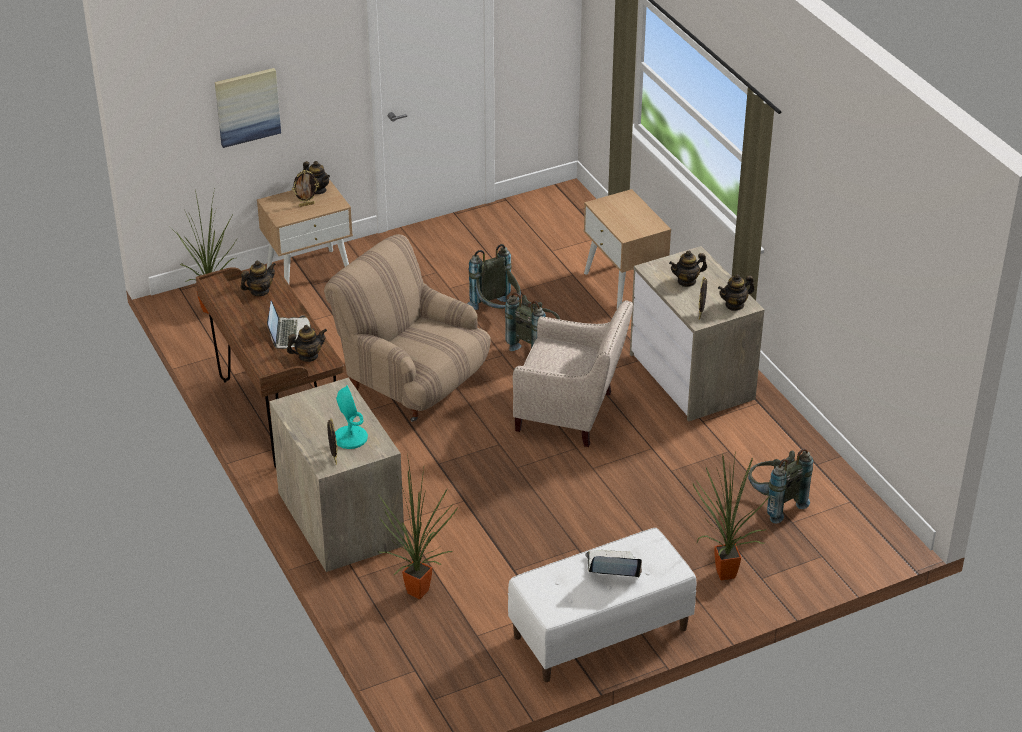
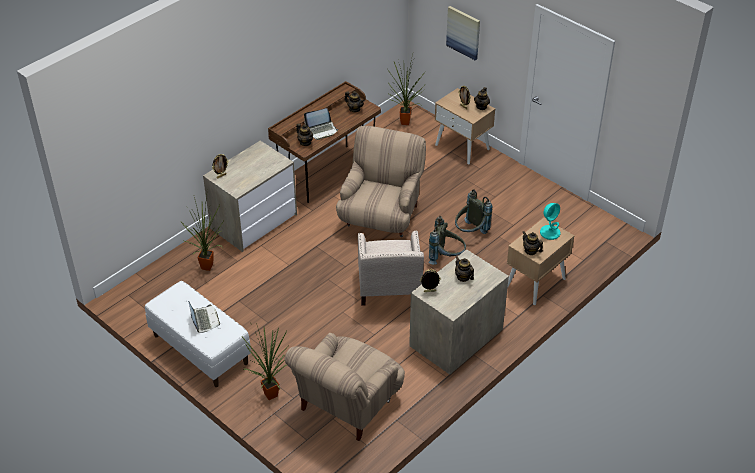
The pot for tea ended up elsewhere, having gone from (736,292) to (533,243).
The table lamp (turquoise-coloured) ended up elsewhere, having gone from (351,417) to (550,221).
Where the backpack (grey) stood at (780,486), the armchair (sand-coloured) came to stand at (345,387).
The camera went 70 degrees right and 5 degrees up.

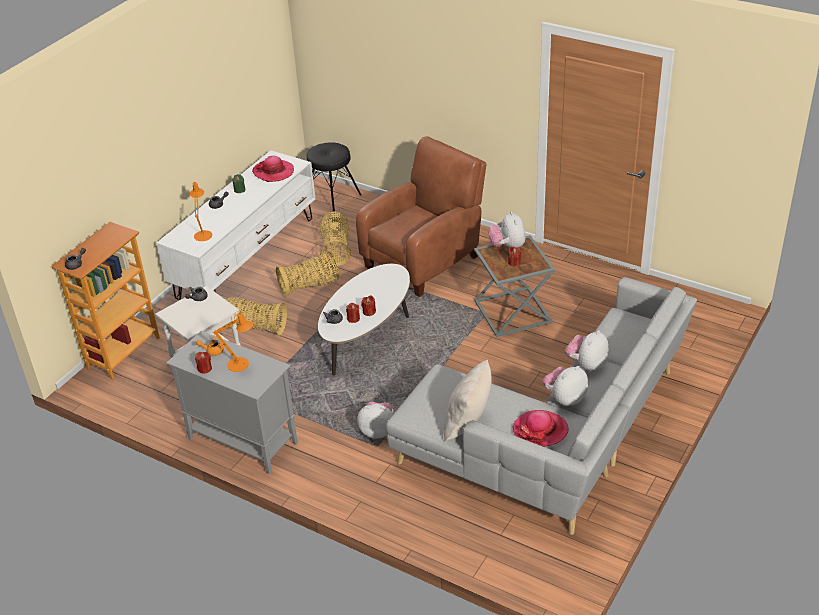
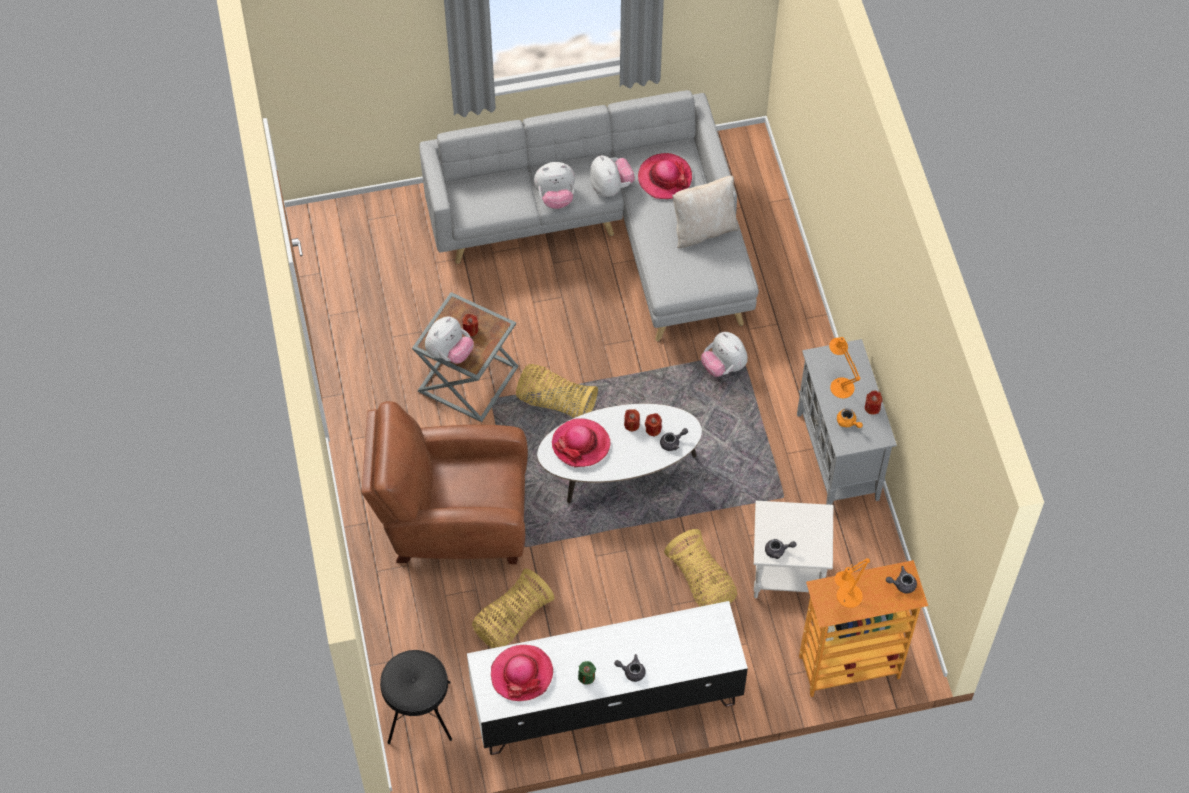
The table lamp (orangey) ended up elsewhere, having gone from (201,211) to (852,583).
The household basket ended up elsewhere, having gone from (307,275) to (557,391).
The plush toy at (565,386) ended up facing another way, 120 degrees counterclockwise from before.
The second view gained the clothing hat at (581,442).
The camera went 135 degrees left and 20 degrees up.

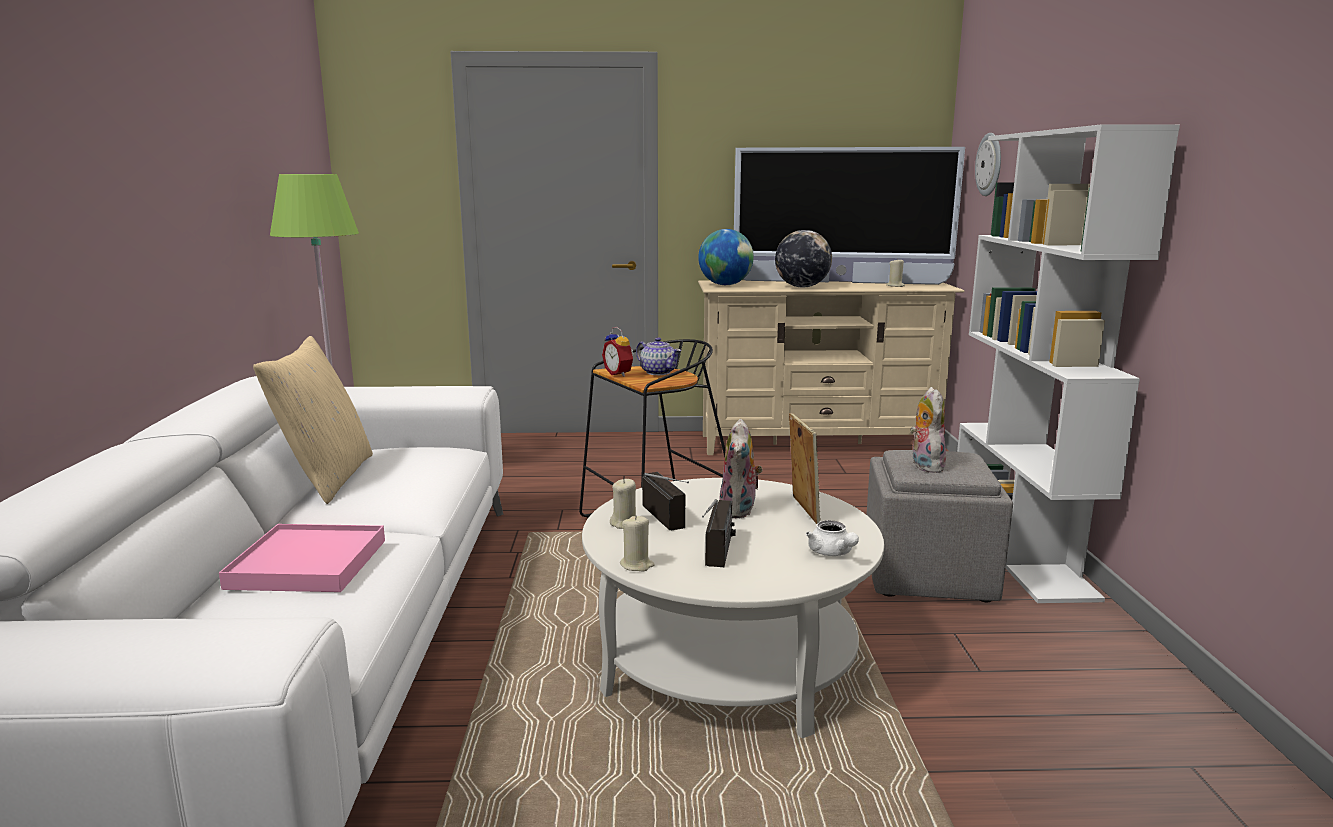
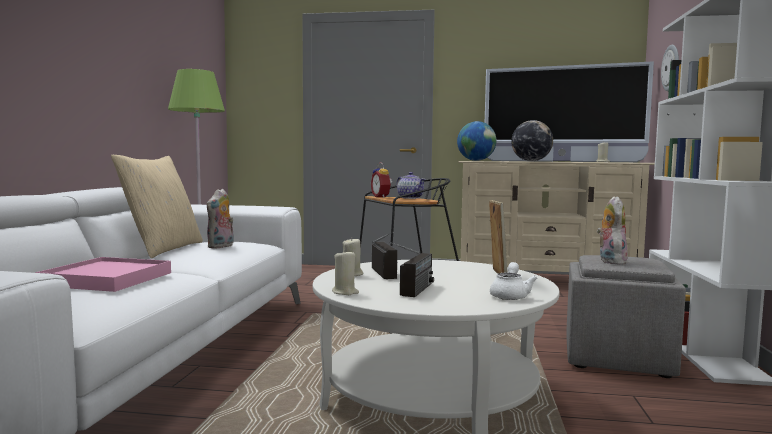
The plush toy ended up elsewhere, having gone from (741,469) to (220,219).
The pot for tea (whitish) at (832,538) ended up facing another way, 150 degrees counterclockwise from before.
The camera went 10 degrees right and 10 degrees down.

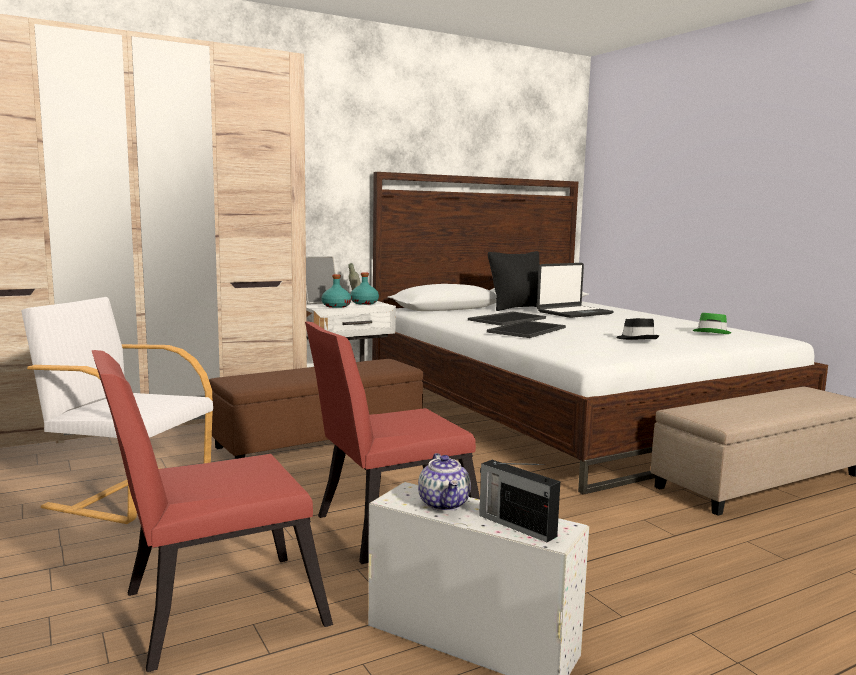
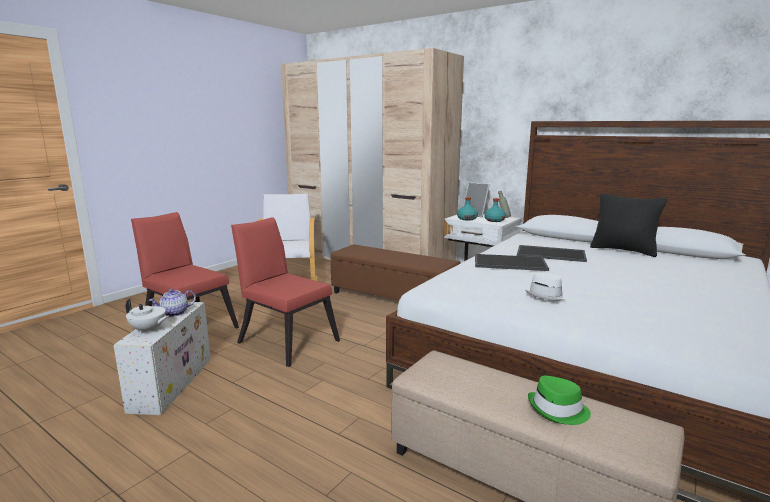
The second view lost the portable computer at (575,290).
The clothing hat (green-coloured) ended up elsewhere, having gone from (712,323) to (559,400).
What was the clothing hat (black) at (637,329) turned into the clothing hat (whitish) at (546,287).
Where the radio stood at (519,501), the pot for tea (whitish) came to stand at (147,316).
The camera went 65 degrees right and 5 degrees up.

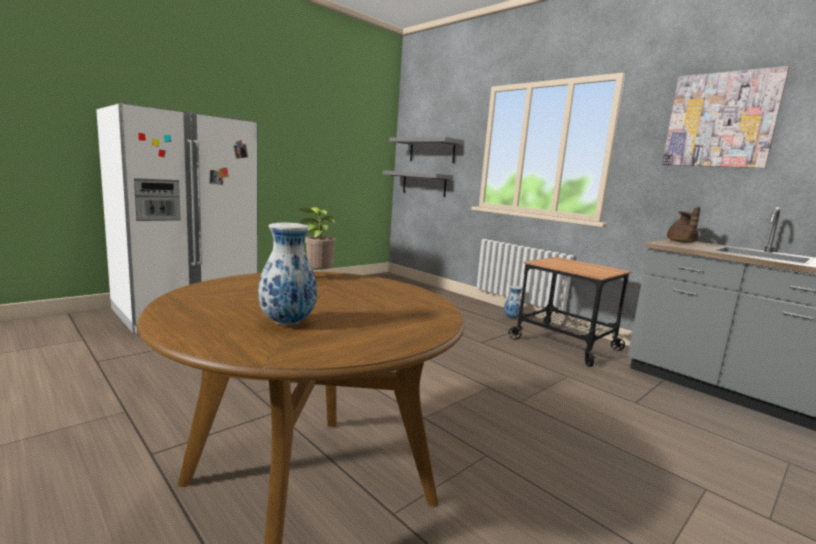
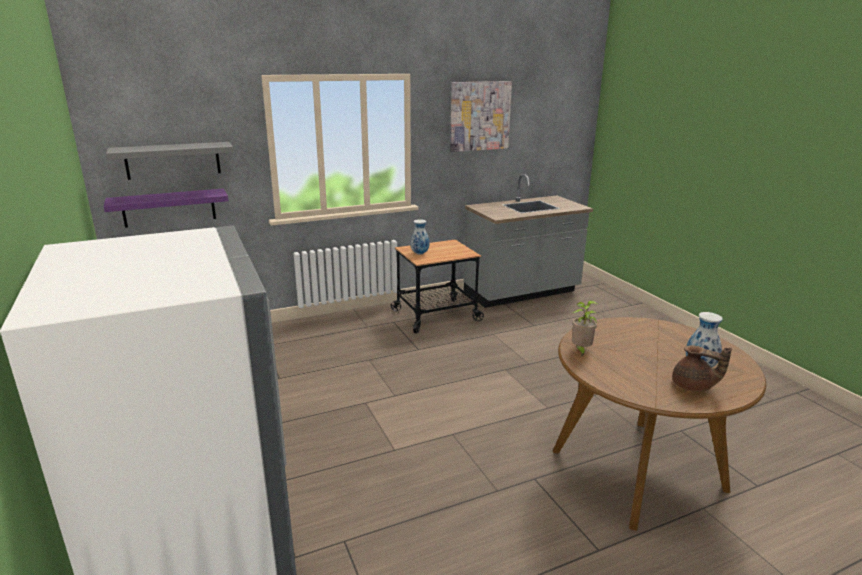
What was the wall shelf (grey) at (418,183) turned into the wall shelf (purple) at (165,208).
The pot for tea (brown-coloured) ended up elsewhere, having gone from (683,225) to (702,368).
The vase ended up elsewhere, having gone from (513,302) to (420,236).
The camera went 70 degrees left and 10 degrees up.

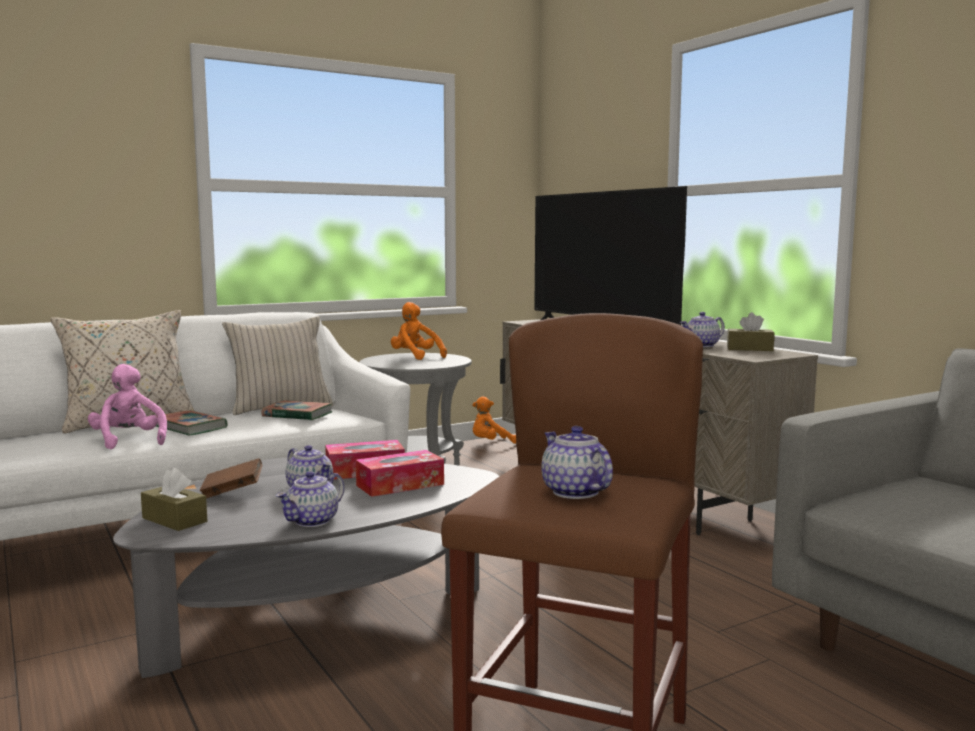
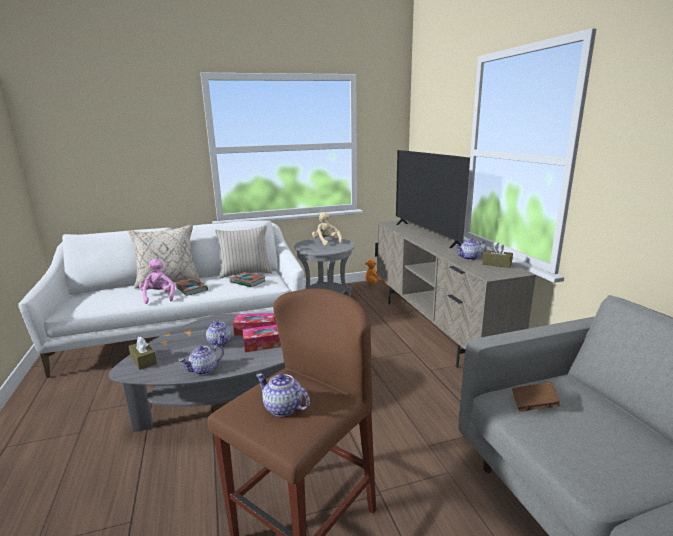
What was the plush toy (orangey) at (419,331) turned into the plush toy (sand-coloured) at (327,229).
The pot for tea at (577,462) ended up facing another way, 45 degrees counterclockwise from before.
The volume (brown-coloured) ended up elsewhere, having gone from (231,478) to (536,397).
The camera went 15 degrees right and 10 degrees up.

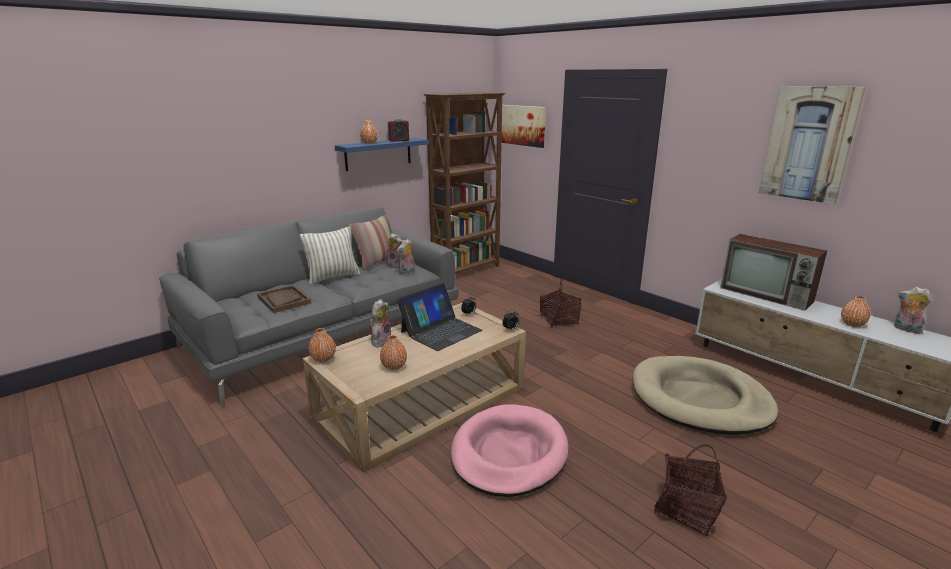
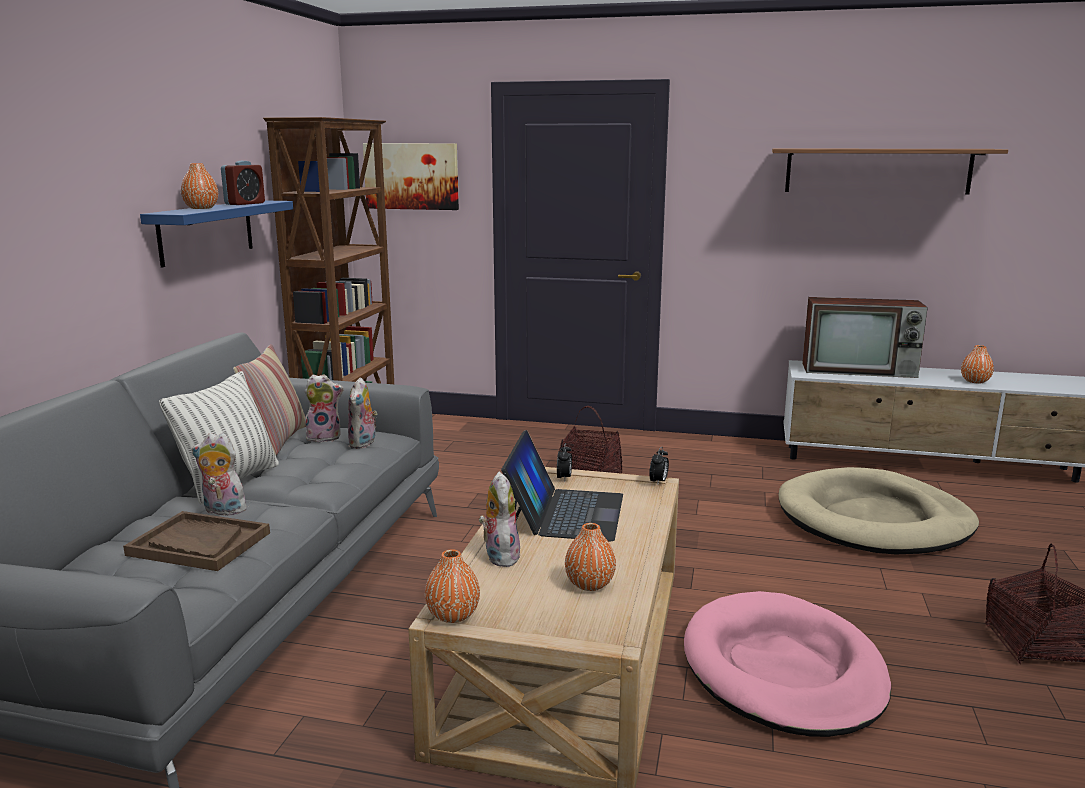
Where the wall art hung at (812,145), the wall shelf came to hang at (890,171).
The plush toy ended up elsewhere, having gone from (912,310) to (220,474).
The camera went 35 degrees left and 5 degrees down.

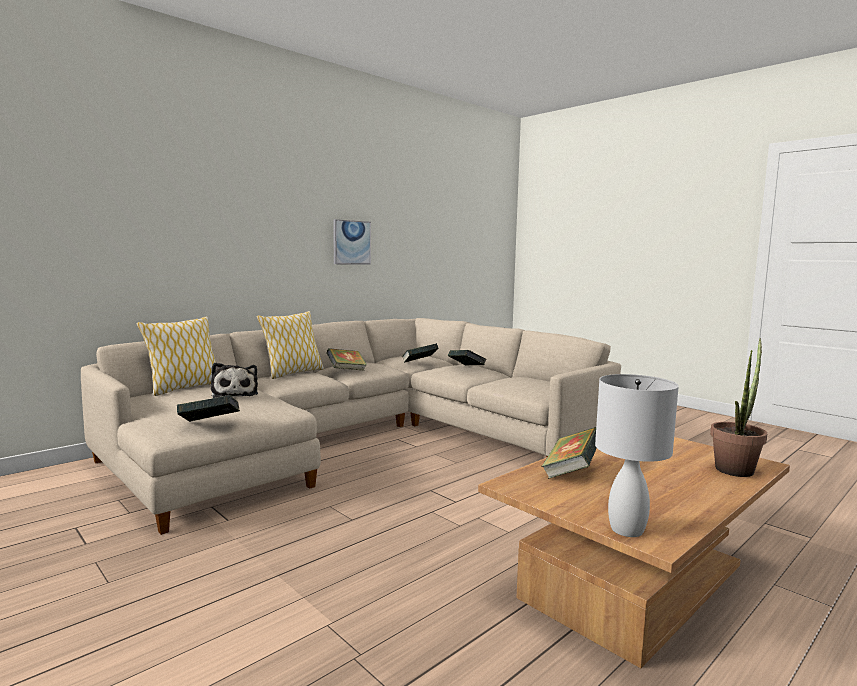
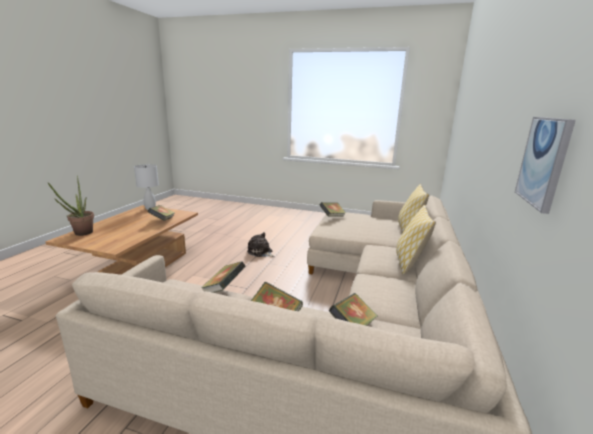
The volume ended up elsewhere, having gone from (347,359) to (223,277).
The plush toy ended up elsewhere, having gone from (234,380) to (261,244).
The camera went 150 degrees right and 10 degrees up.

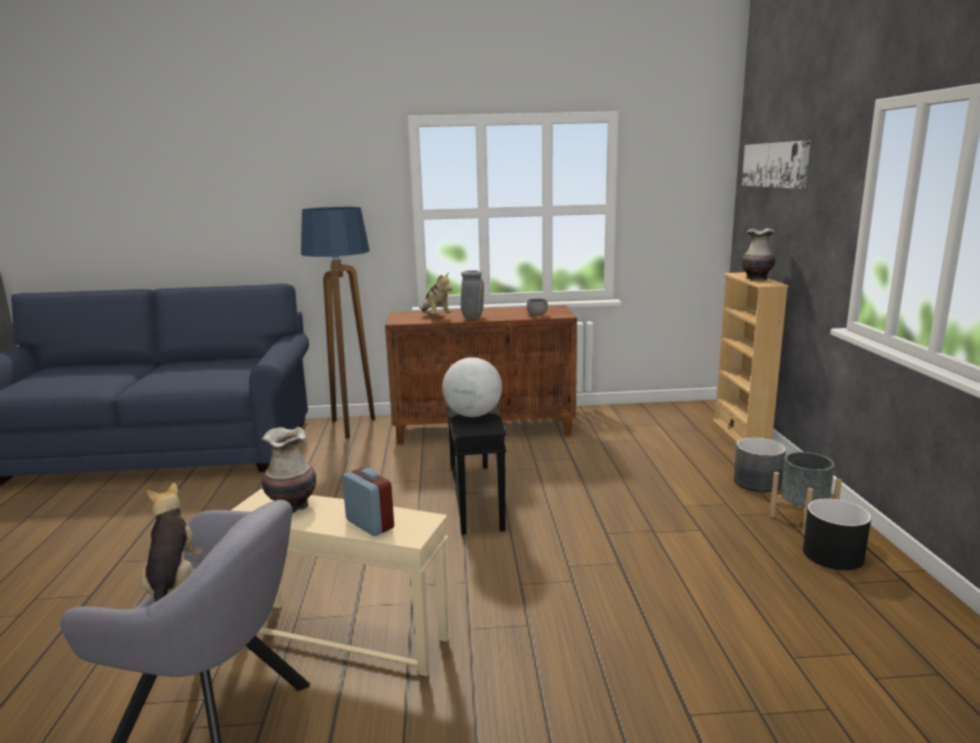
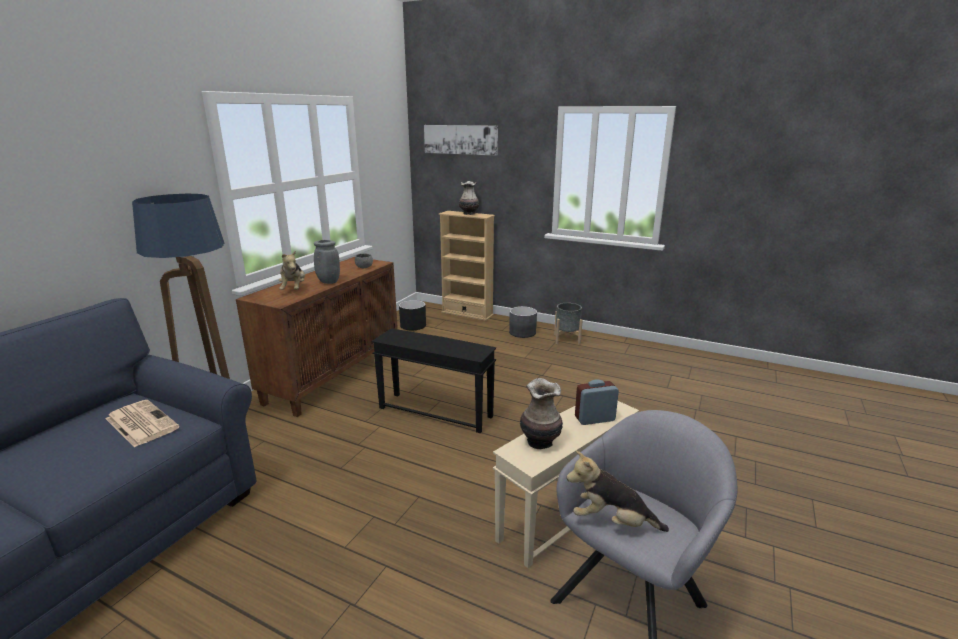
The plush toy at (435,293) ended up facing another way, 75 degrees clockwise from before.
The second view lost the desk globe at (472,387).
The flower pot (black) ended up elsewhere, having gone from (837,534) to (412,315).
The second view gained the newspaper at (143,424).
The camera went 60 degrees left and 5 degrees up.

